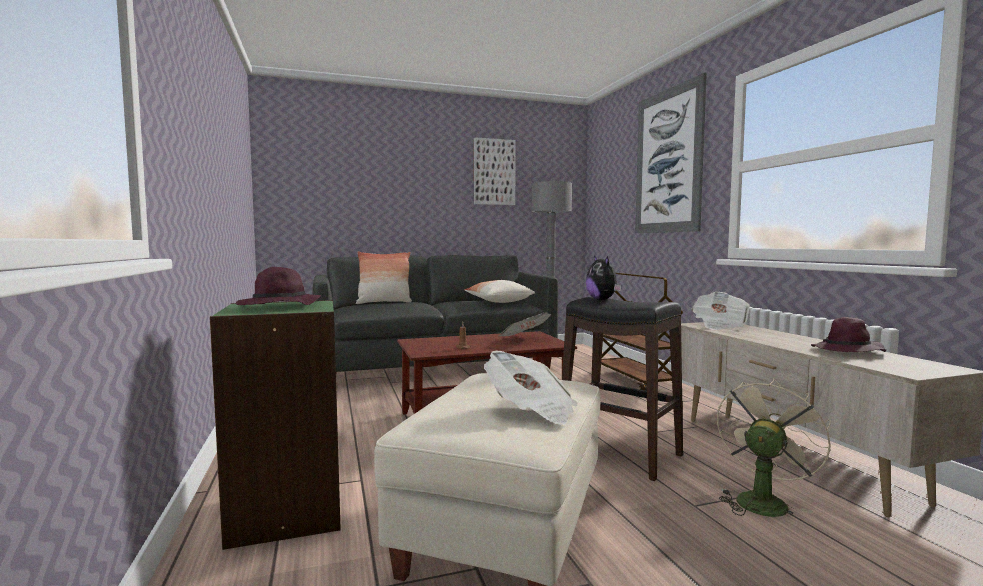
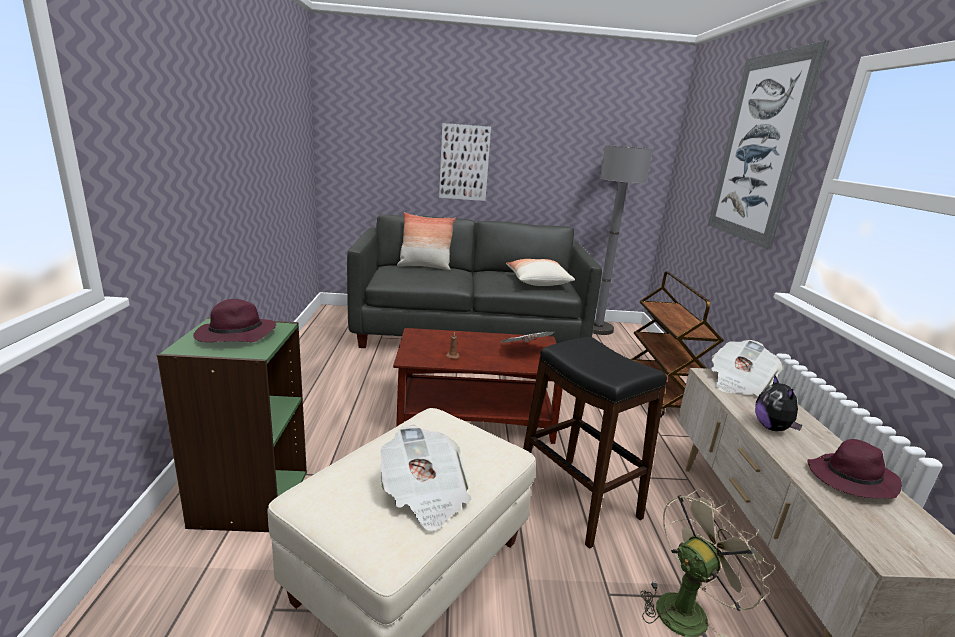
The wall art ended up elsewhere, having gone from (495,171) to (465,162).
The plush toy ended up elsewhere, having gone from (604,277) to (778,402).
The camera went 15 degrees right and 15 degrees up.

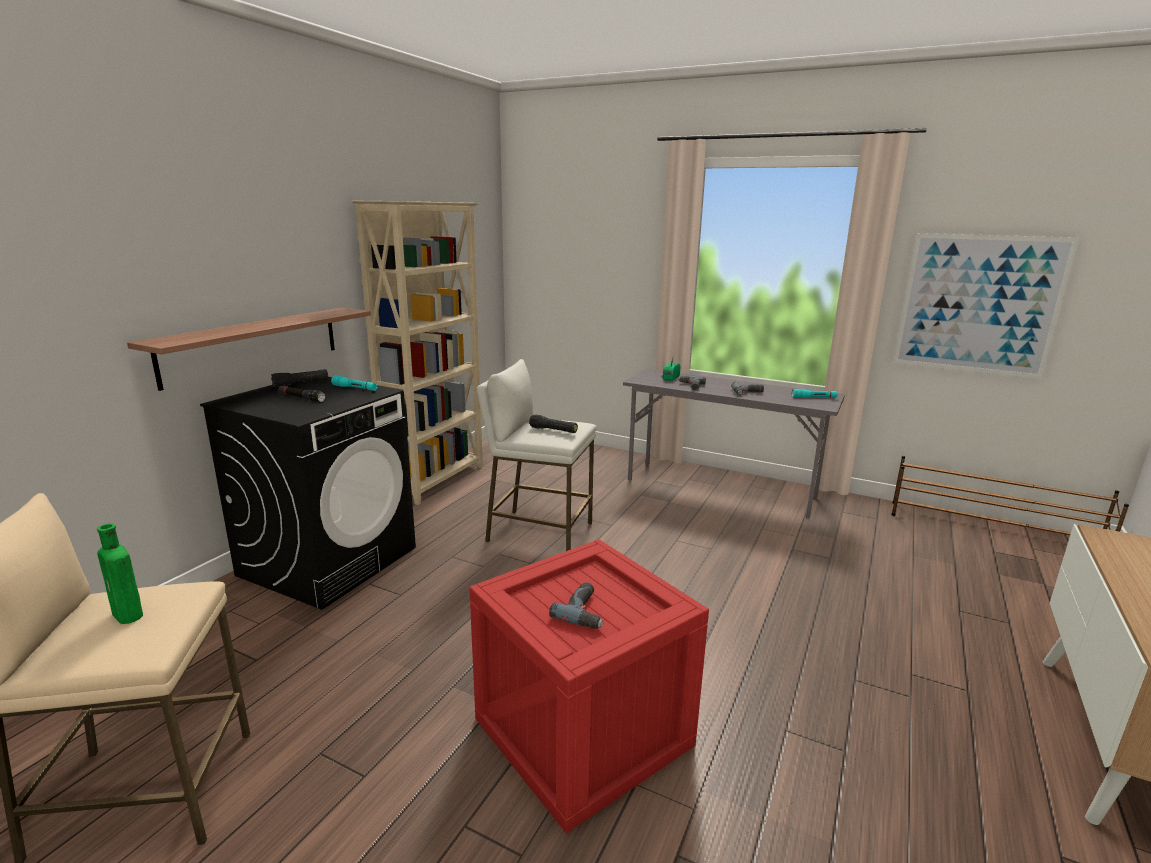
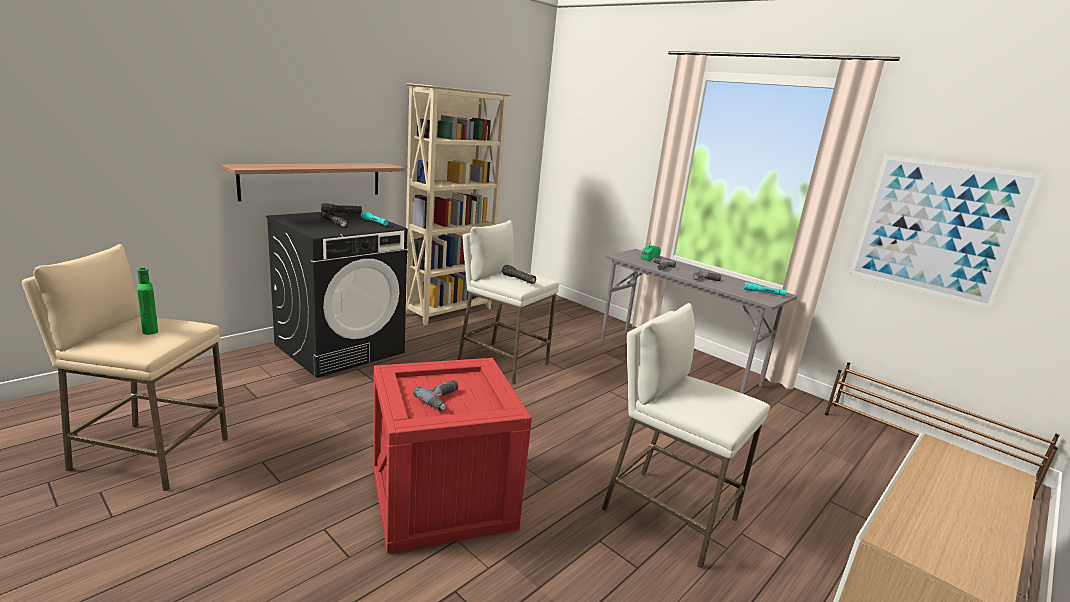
The second view gained the stool (whitish) at (686,436).
The camera went 15 degrees right and 0 degrees up.

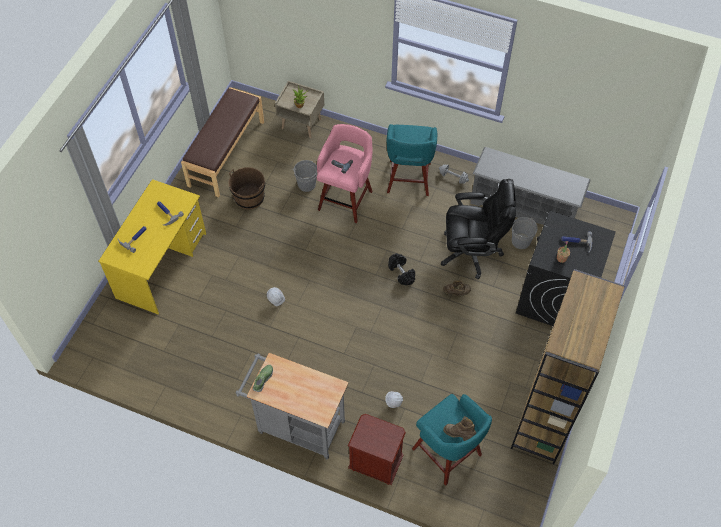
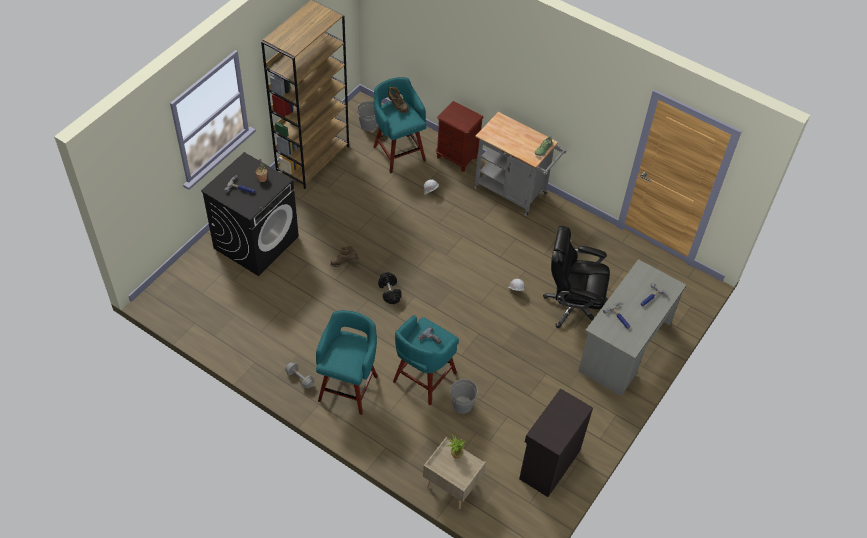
Where the long seat (brown-coloured) stood at (222,142), the storage cabinet (black) came to stand at (556,442).
What was the stool (pink) at (345,173) turned into the stool (turquoise-coloured) at (426,360).
The second view lost the shoe shelf (grey) at (530,186).
The second view lost the bucket (brown-coloured) at (247,188).
What was the desk unit (yellowish) at (152,246) turned into the desk unit (grey) at (632,327).
The office chair (black) ended up elsewhere, having gone from (478,229) to (576,277).
The bucket (grey) ended up elsewhere, having gone from (525,233) to (367,116).
The camera went 170 degrees left and 5 degrees down.

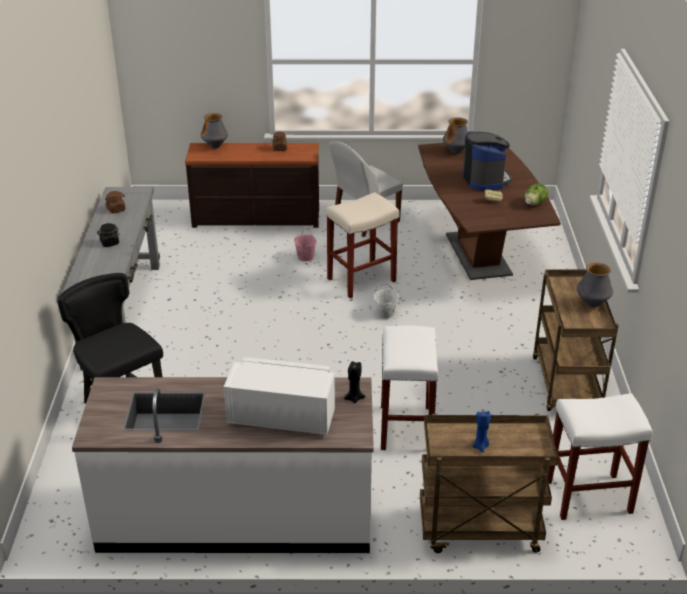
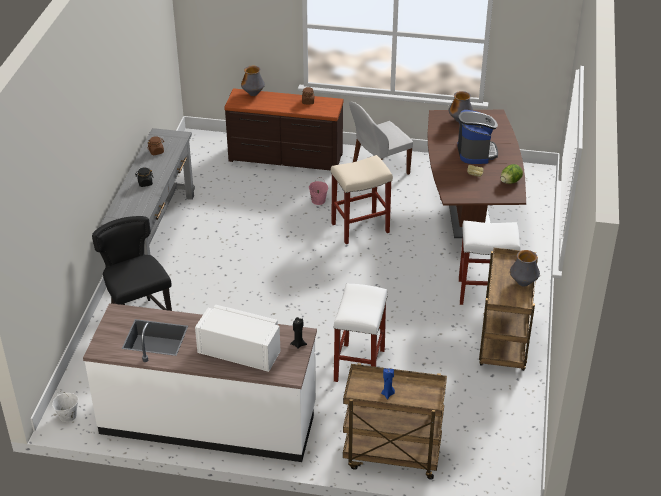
The bucket (whitish) ended up elsewhere, having gone from (386,301) to (65,406).
The stool (whitish) ended up elsewhere, having gone from (600,456) to (489,263).
The camera went 10 degrees right and 5 degrees up.

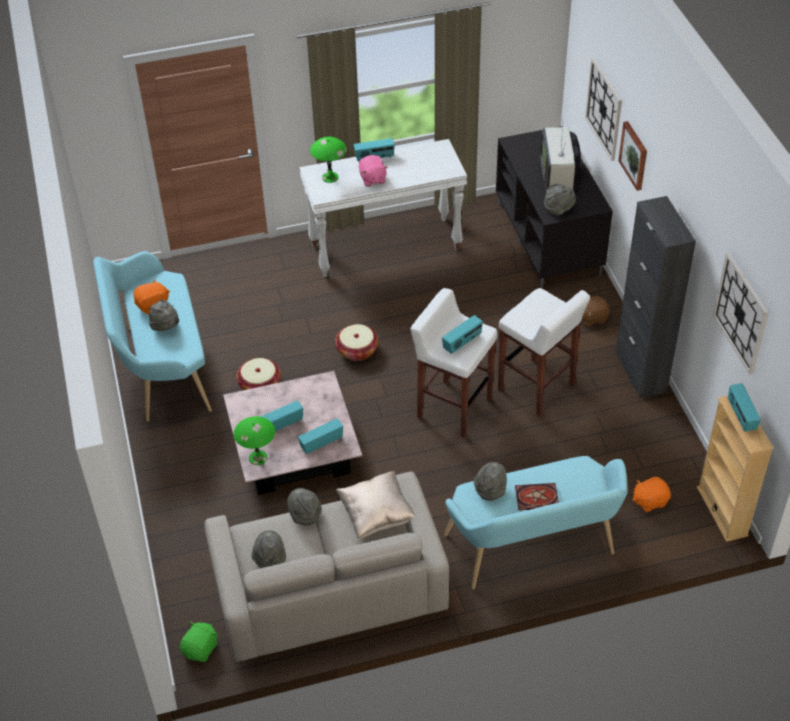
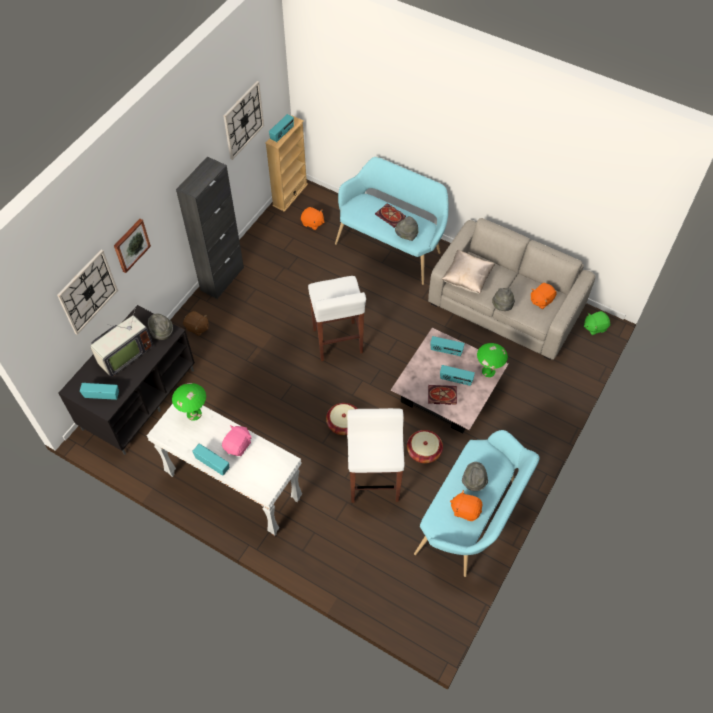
The table lamp (green-coloured) ended up elsewhere, having gone from (328,160) to (189,402).
The stool (whitish) ended up elsewhere, having gone from (544,352) to (376,455).
The radio ended up elsewhere, having gone from (462,334) to (99,391).
Where the clothing hat (grey) stood at (269,549), the plush toy (orangey) came to stand at (544,296).
The second view gained the volume at (442,395).
The camera went 135 degrees left and 10 degrees up.

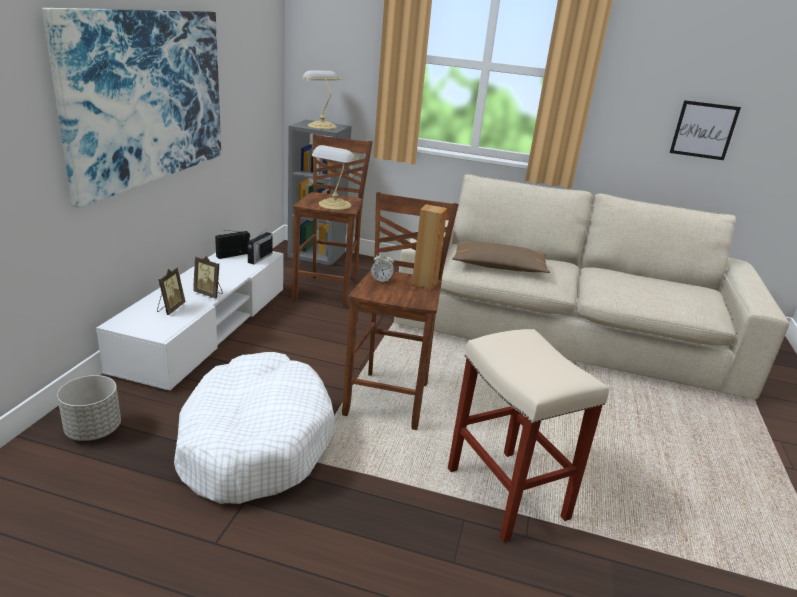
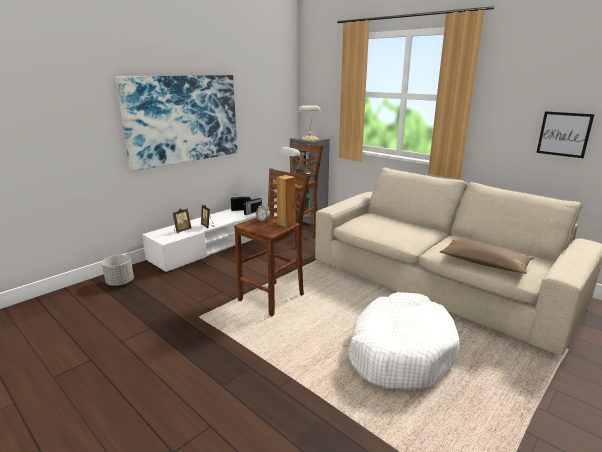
The throw pillow (brown-coloured) ended up elsewhere, having gone from (501,257) to (486,257).
The second view lost the stool (sand-coloured) at (528,436).
The pet bed (whitish) ended up elsewhere, having gone from (254,428) to (404,341).
The camera went 30 degrees right and 5 degrees down.

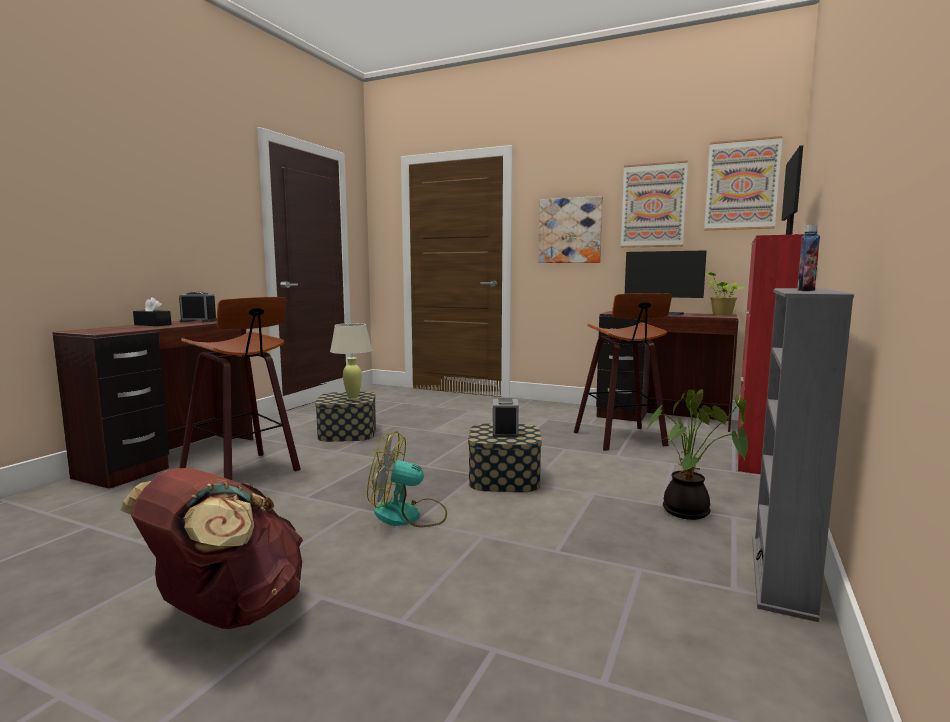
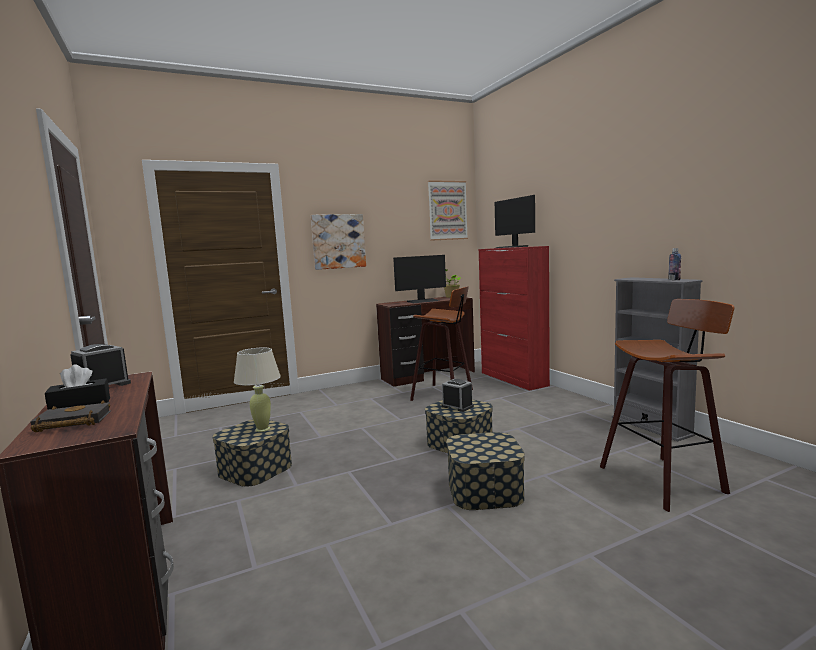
The second view lost the wall art at (654,204).
The stool ended up elsewhere, having gone from (240,388) to (667,405).
The second view lost the houseplant at (697,454).
Where the cooling fan stood at (407,479), the storage bin came to stand at (485,471).
The second view lost the backpack (brown-coloured) at (211,548).
The second view gained the volume (black) at (71,416).
The camera went 50 degrees left and 0 degrees up.

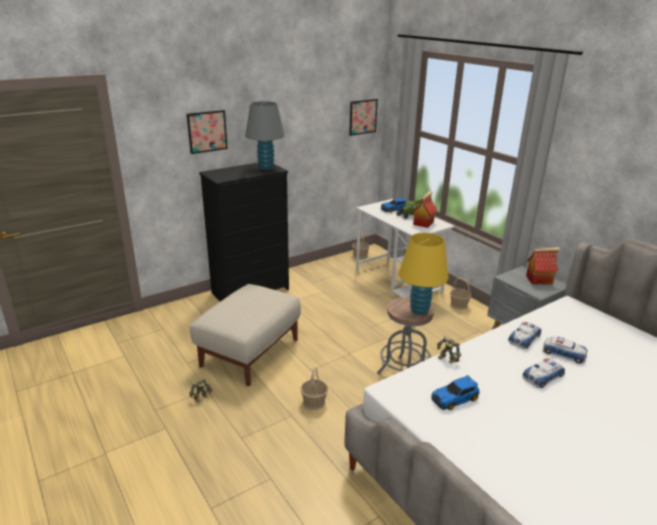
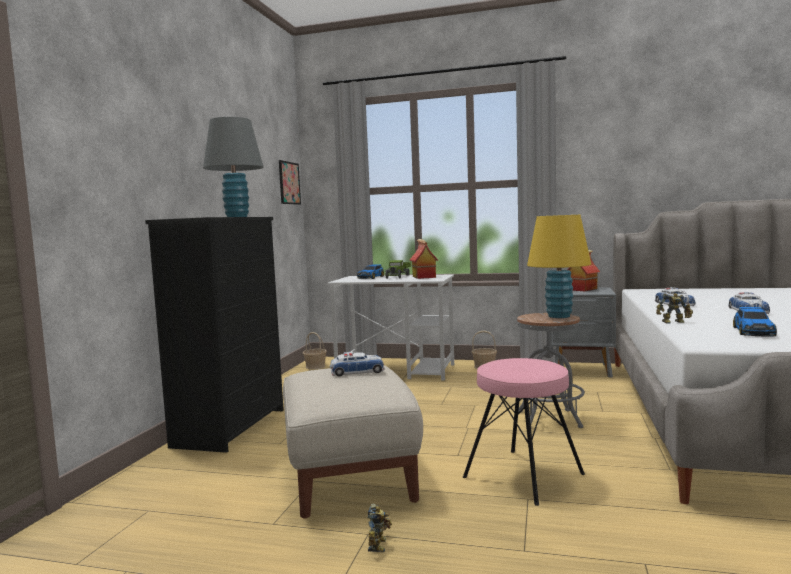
The second view lost the wall art at (207,132).
The toy car ended up elsewhere, having gone from (565,350) to (357,364).
Where the household basket stood at (314,388), the stool (pink) came to stand at (524,432).
The camera went 40 degrees left and 20 degrees down.

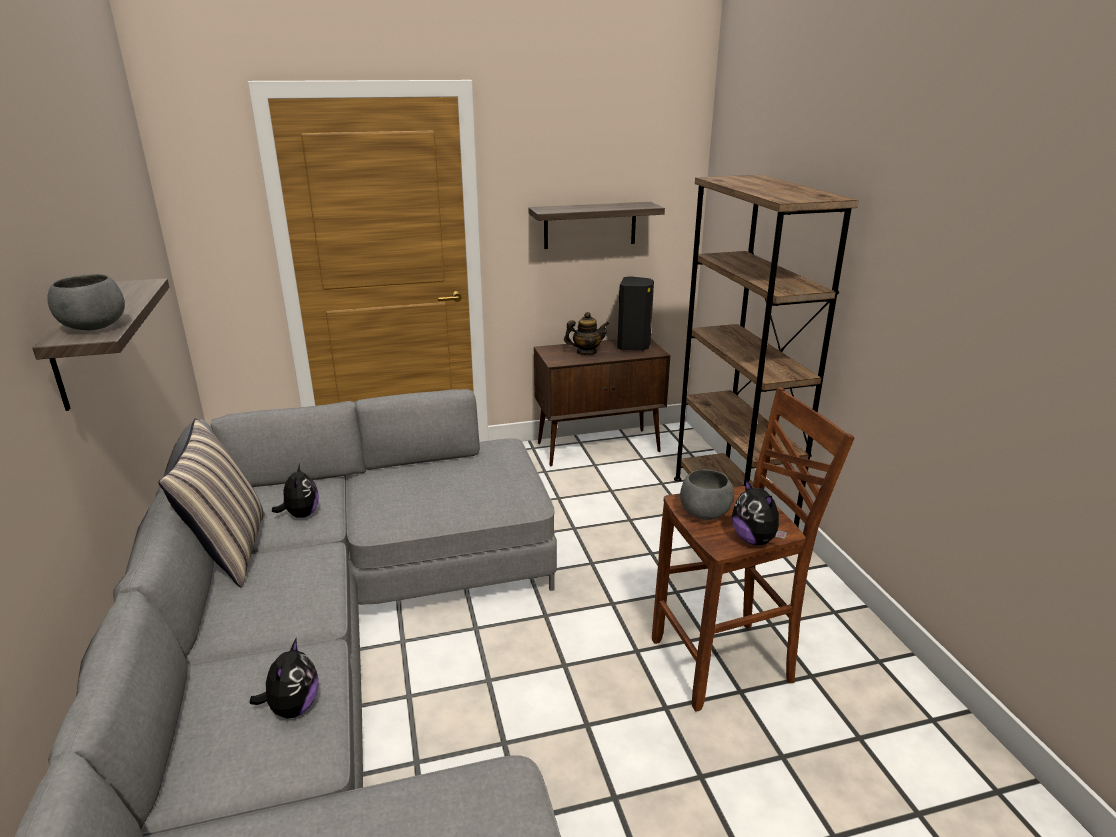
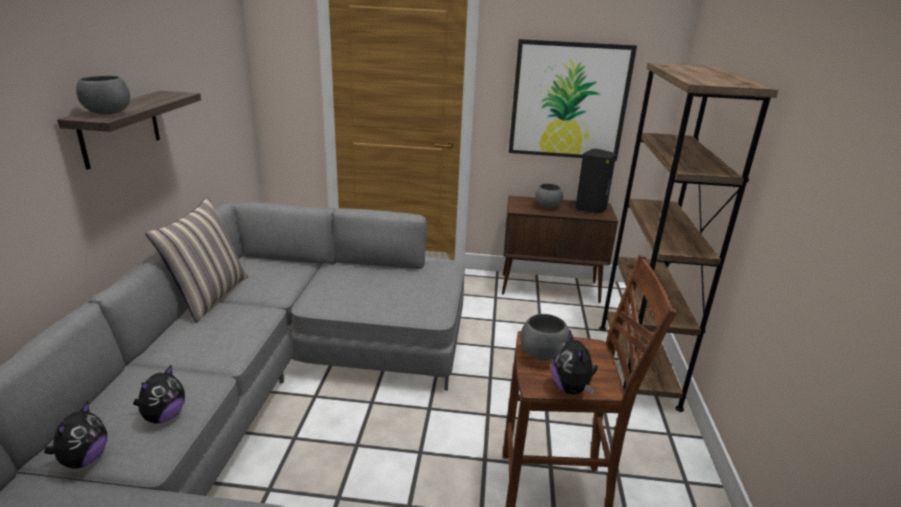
Where the wall shelf hung at (596,225), the wall art came to hang at (573,99).
Where the pot for tea stood at (586,333), the deep dish (grey) came to stand at (549,195).
The plush toy ended up elsewhere, having gone from (295,490) to (75,434).
The camera went 20 degrees right and 0 degrees up.

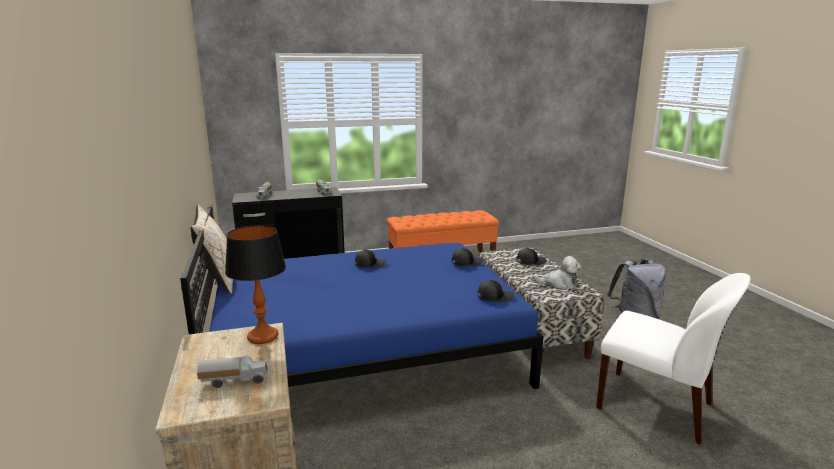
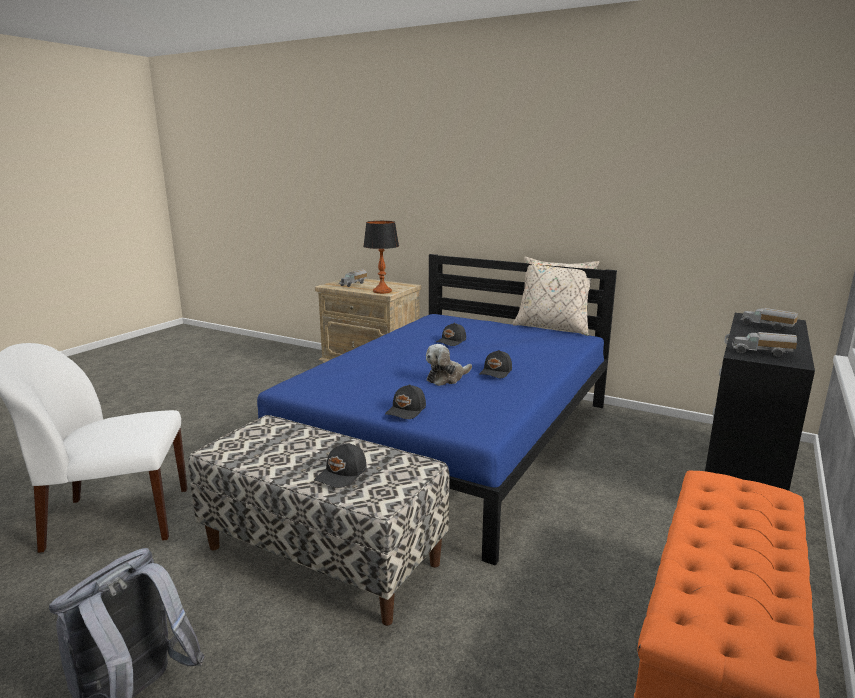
The plush toy ended up elsewhere, having gone from (558,273) to (449,365).
The cap (black) ended up elsewhere, having gone from (496,291) to (451,334).
The camera went 135 degrees right and 0 degrees up.

